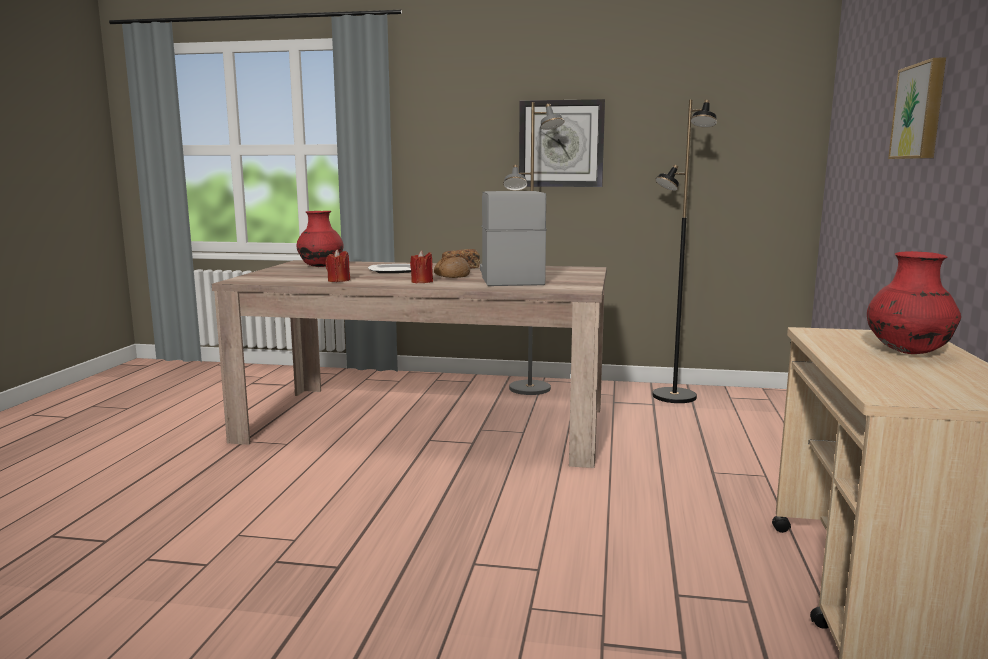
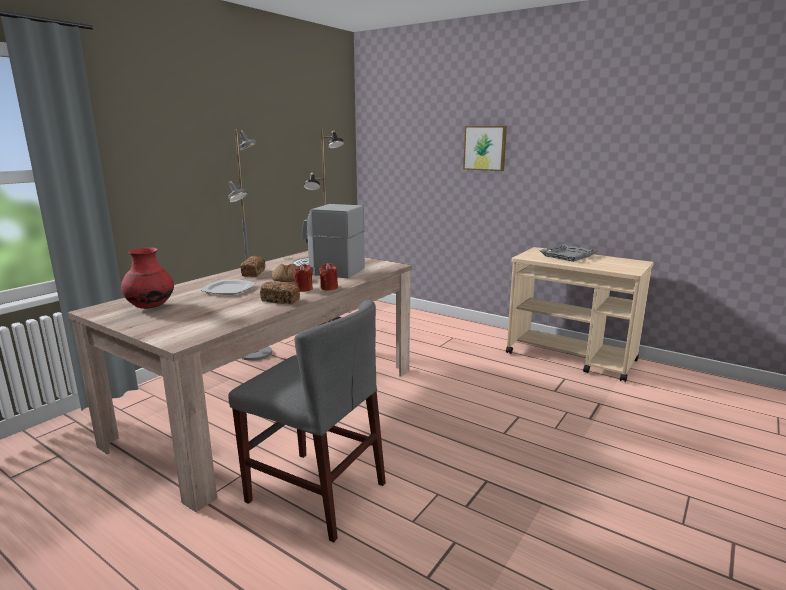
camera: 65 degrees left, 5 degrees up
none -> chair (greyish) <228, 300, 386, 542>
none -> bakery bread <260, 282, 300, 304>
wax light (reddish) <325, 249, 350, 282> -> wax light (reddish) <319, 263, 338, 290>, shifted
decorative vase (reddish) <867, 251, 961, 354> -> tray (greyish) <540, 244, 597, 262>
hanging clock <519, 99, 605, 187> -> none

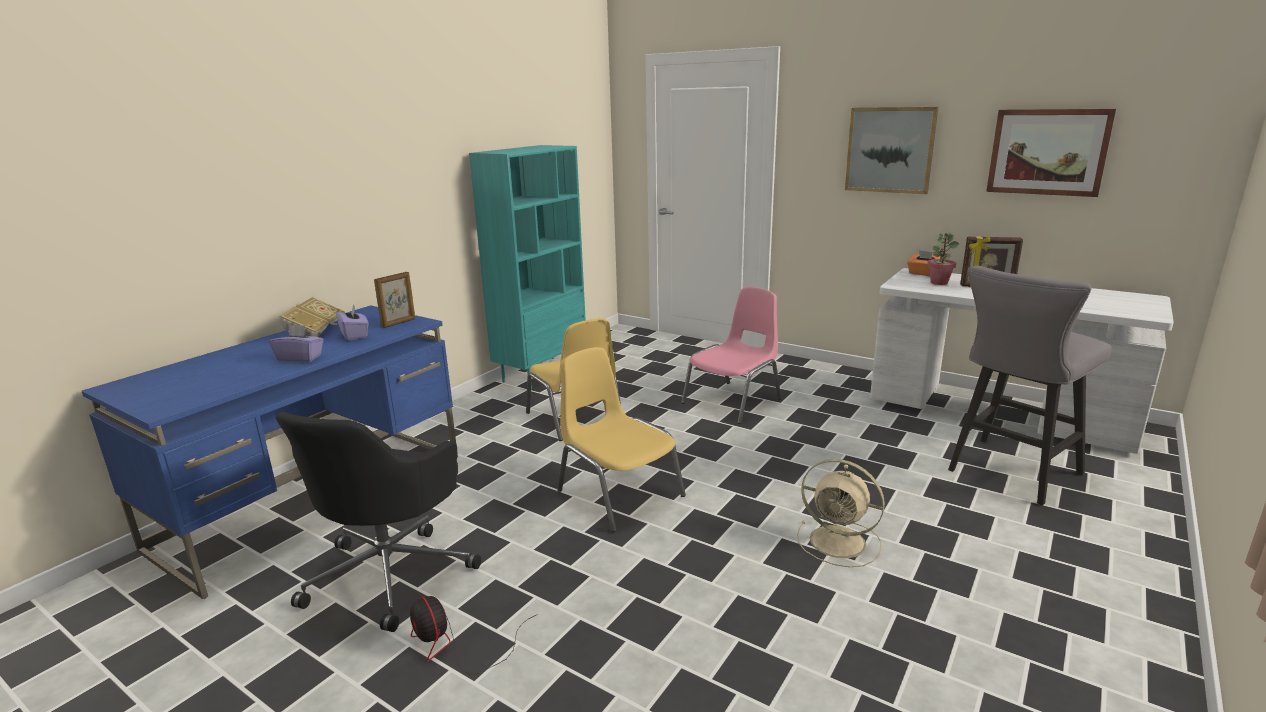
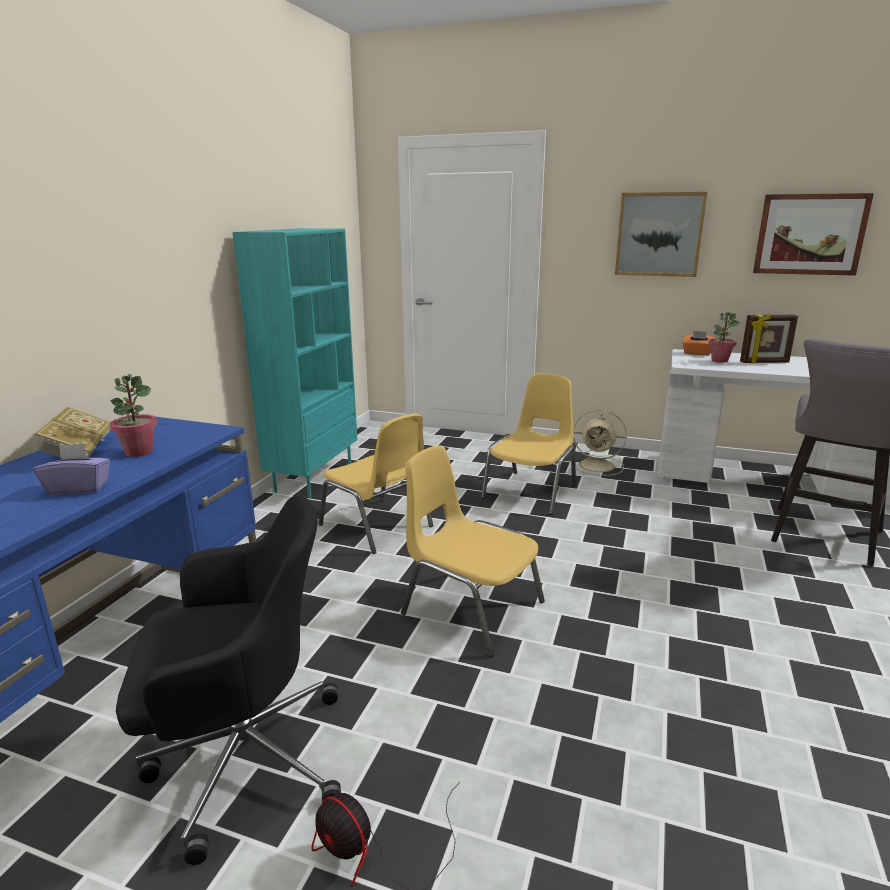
camera: 15 degrees left, 0 degrees up
box of tissues (purple-coloured) <336, 304, 369, 341> -> houseplant <110, 374, 157, 457>
desk chair (black) <275, 412, 481, 632> -> desk chair (black) <116, 495, 341, 865>, 105 degrees counterclockwise
chair (pink) <681, 287, 781, 424> -> chair (yellowish) <481, 373, 576, 515>
electric fan (beige-coloured) <797, 459, 885, 567> -> electric fan (beige-coloured) <573, 409, 627, 476>, shifted
picture frame <374, 272, 415, 328> -> none

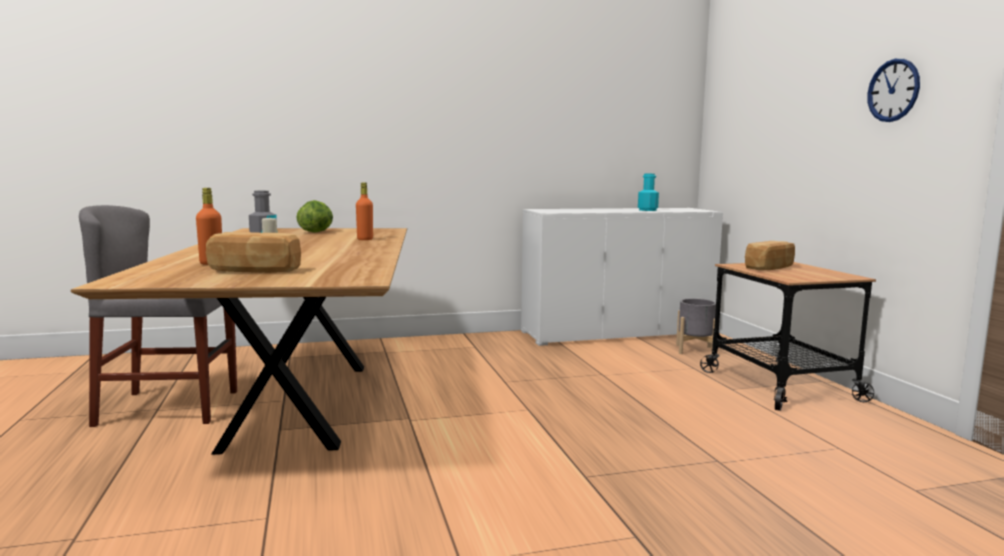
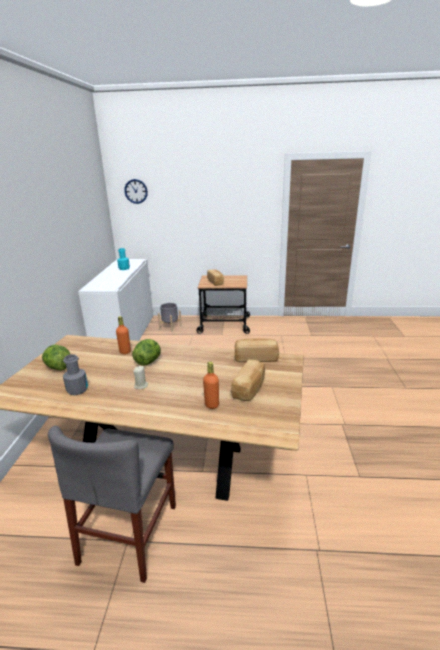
camera: 70 degrees left, 15 degrees up
hanging clock <867, 59, 920, 122> -> hanging clock <124, 179, 148, 204>, shifted
none -> head of lettuce <132, 339, 161, 366>
none -> bakery bread <235, 338, 279, 362>

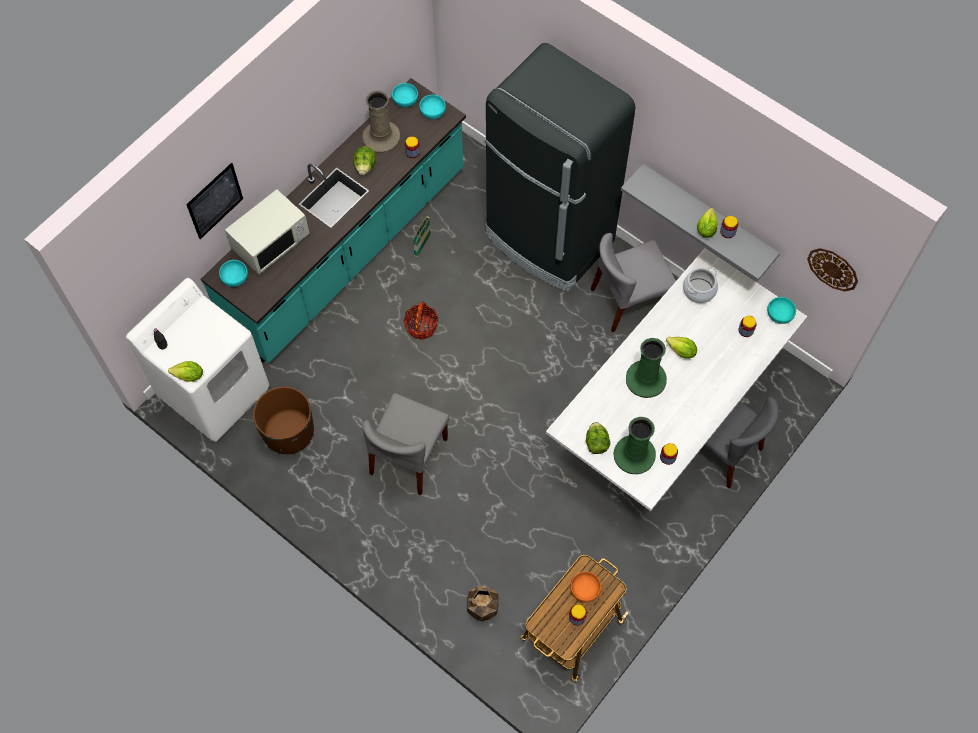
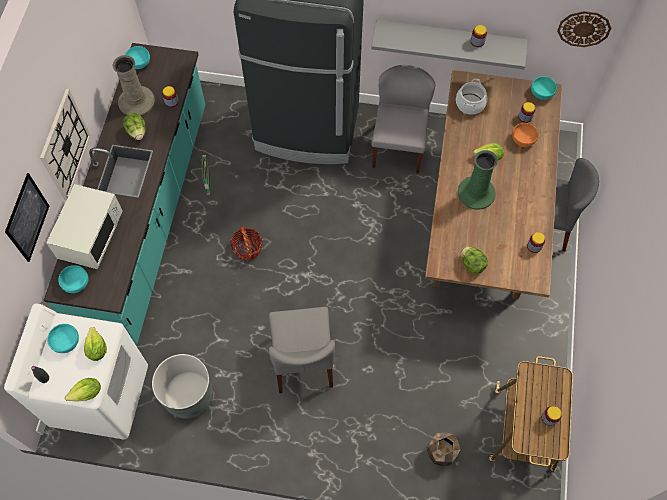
camera: 30 degrees left, 0 degrees up
none -> hanging clock <40, 89, 91, 200>
bowl (turquoise-coloured) <419, 95, 446, 119> -> bowl (turquoise-coloured) <47, 324, 79, 353>, shifted
head of lettuce <697, 208, 718, 238> -> head of lettuce <84, 327, 107, 361>, shifted
planter (brownish) <253, 387, 314, 454> -> planter (greyish) <152, 354, 213, 418>
chair (greyish) <591, 233, 676, 332> -> chair (greyish) <372, 65, 436, 173>, 150 degrees clockwise
dinner table (white) <546, 248, 807, 511> -> dinner table (brownish) <425, 70, 562, 299>
bowl (orange-coloured) <570, 571, 601, 602> -> bowl (orange-coloured) <512, 123, 538, 147>, shifted
decorative vase (green) <613, 417, 656, 474> -> none

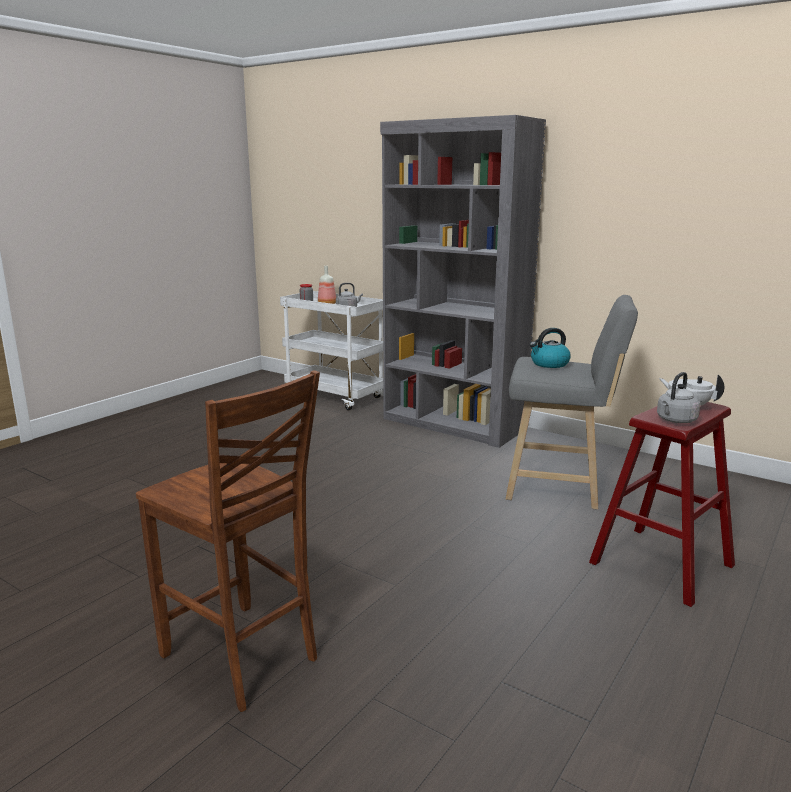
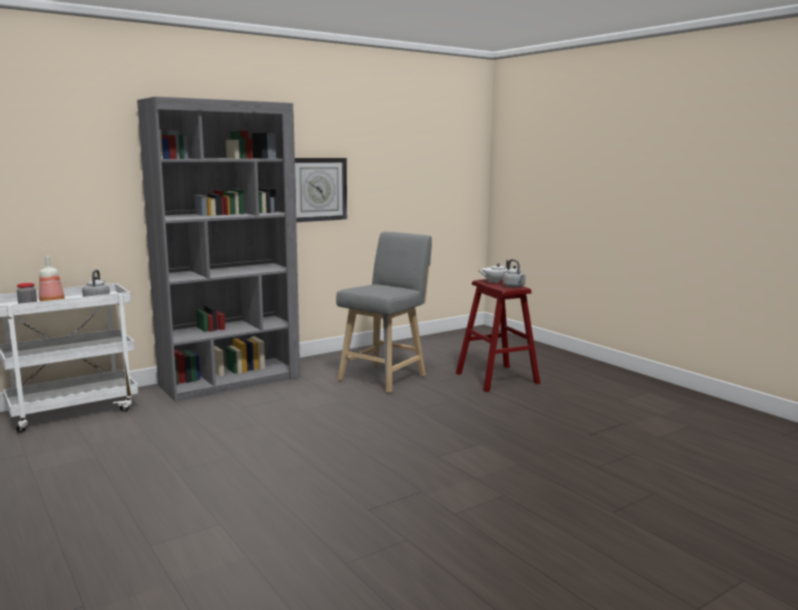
camera: 70 degrees left, 5 degrees down
none -> hanging clock <295, 158, 347, 222>
chair (brownish) <136, 370, 320, 712> -> none
water kettle <530, 328, 571, 368> -> none

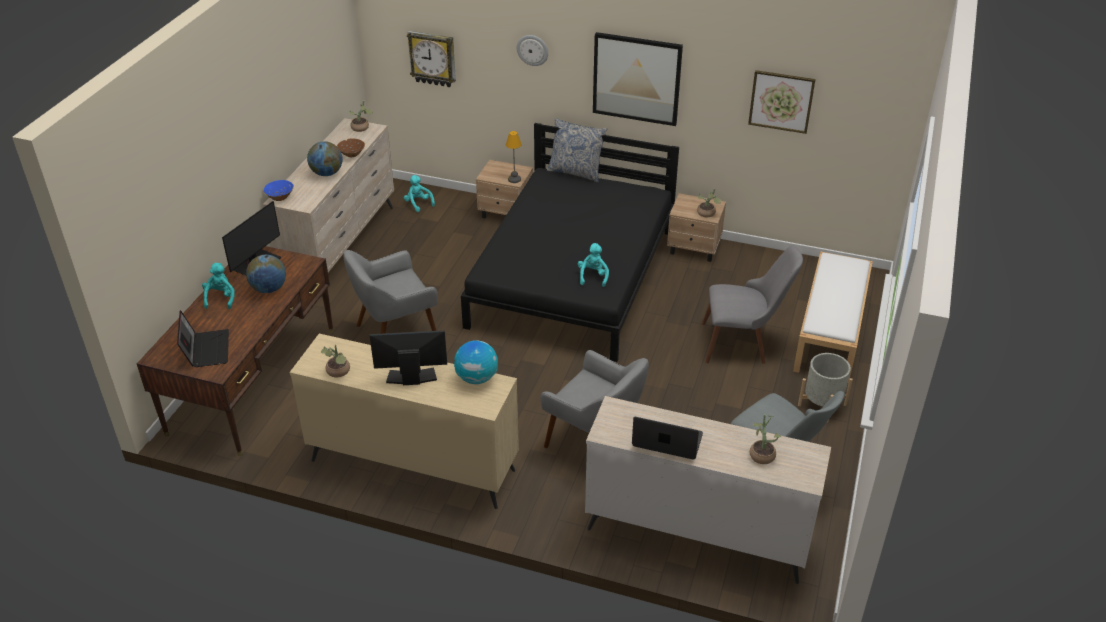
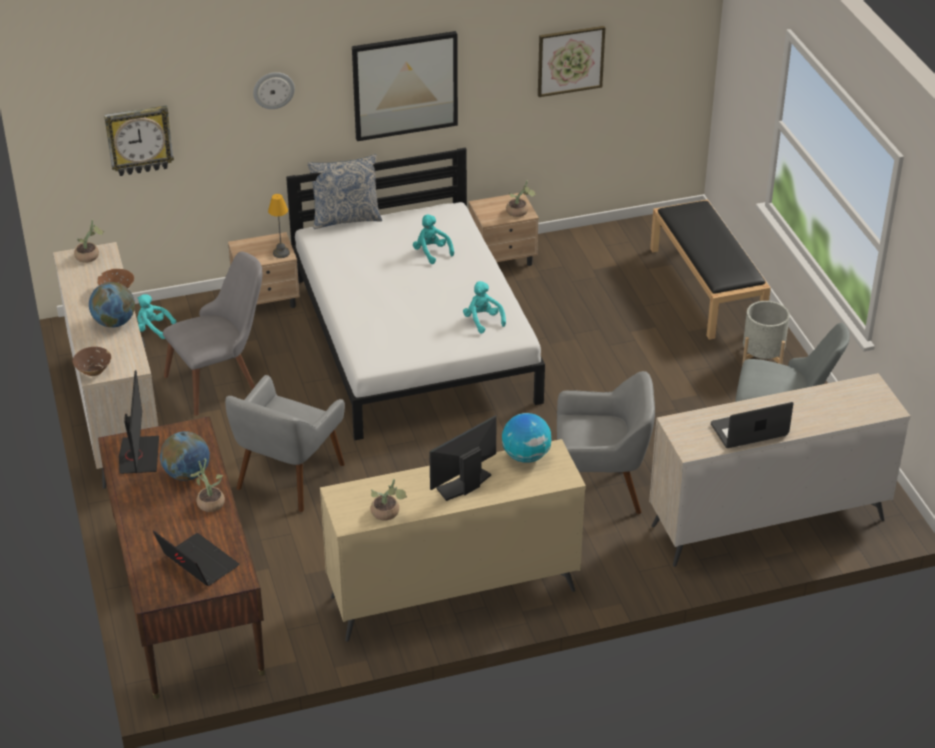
camera: 35 degrees left, 0 degrees up
bowl (bluish) <264, 180, 294, 201> -> bowl (brownish) <72, 347, 111, 376>
chair (greyish) <702, 246, 803, 364> -> chair (greyish) <163, 252, 262, 416>, shifted
houseplant <750, 414, 781, 464> -> houseplant <190, 458, 225, 512>, shifted
bed (black) <461, 123, 679, 362> -> bed (white) <286, 148, 545, 440>
plush toy (turquoise-coloured) <202, 263, 235, 309> -> plush toy (turquoise-coloured) <413, 214, 454, 264>, shifted
long seat (white) <793, 251, 873, 383> -> long seat (black) <650, 199, 771, 340>

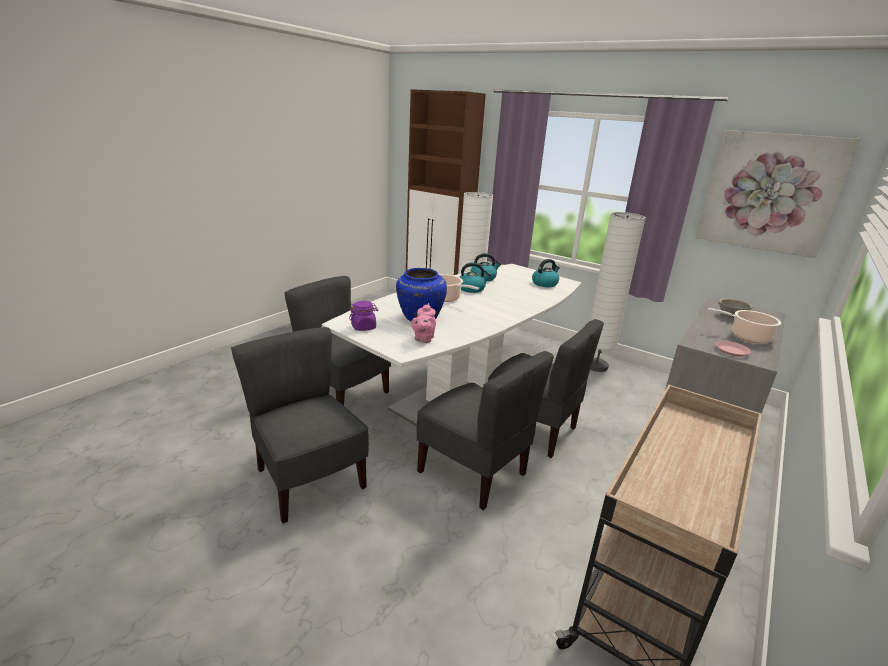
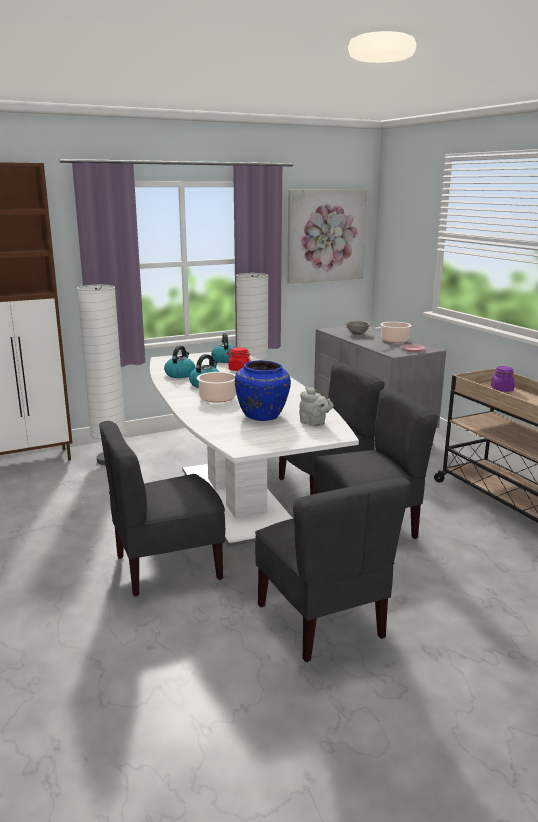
camera: 60 degrees left, 5 degrees down
none -> jar (reddish) <227, 347, 251, 371>
chair (greyish) <231, 327, 369, 523> -> chair (greyish) <255, 478, 411, 662>, 105 degrees counterclockwise
pot for tea (pink) <411, 303, 436, 343> -> pot for tea (greyish) <299, 387, 334, 426>
jar (purple-coloured) <349, 301, 378, 331> -> jar (purple-coloured) <491, 366, 515, 392>, shifted

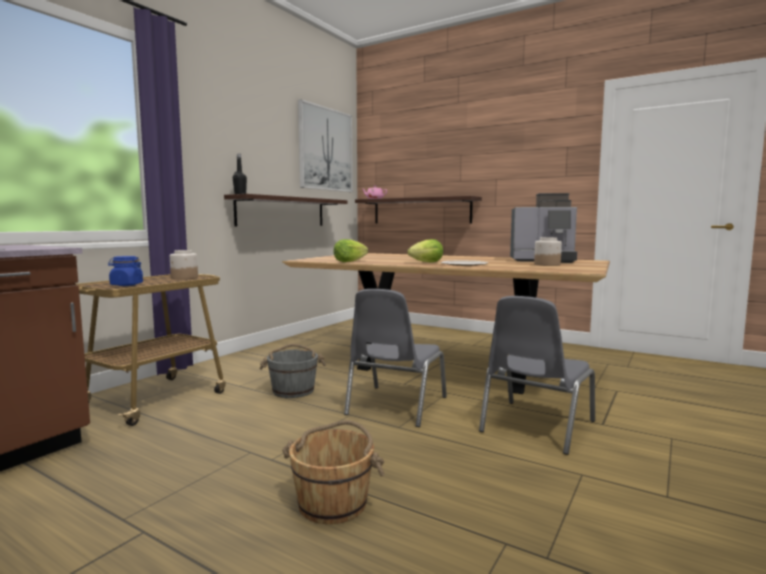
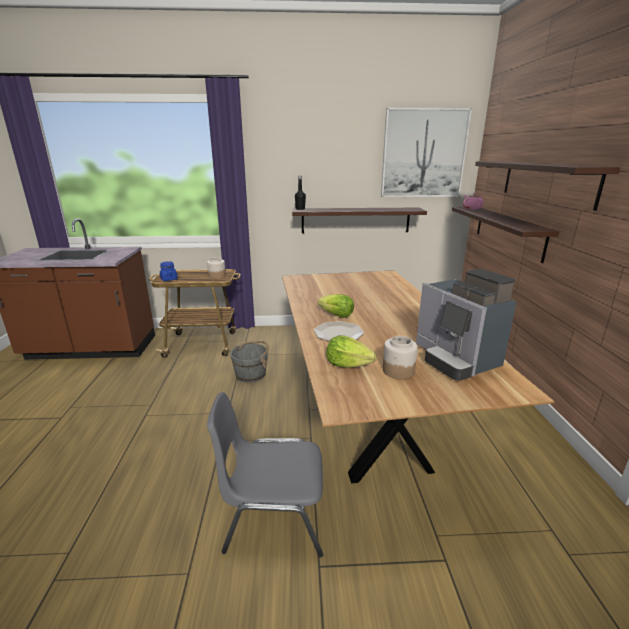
camera: 55 degrees right, 15 degrees up
head of lettuce <333, 239, 368, 262> -> head of lettuce <326, 335, 376, 368>, shifted
none -> wall shelf <475, 161, 621, 211>
bucket (brownish) <282, 420, 385, 524> -> none
chair (greyish) <344, 289, 447, 427> -> none

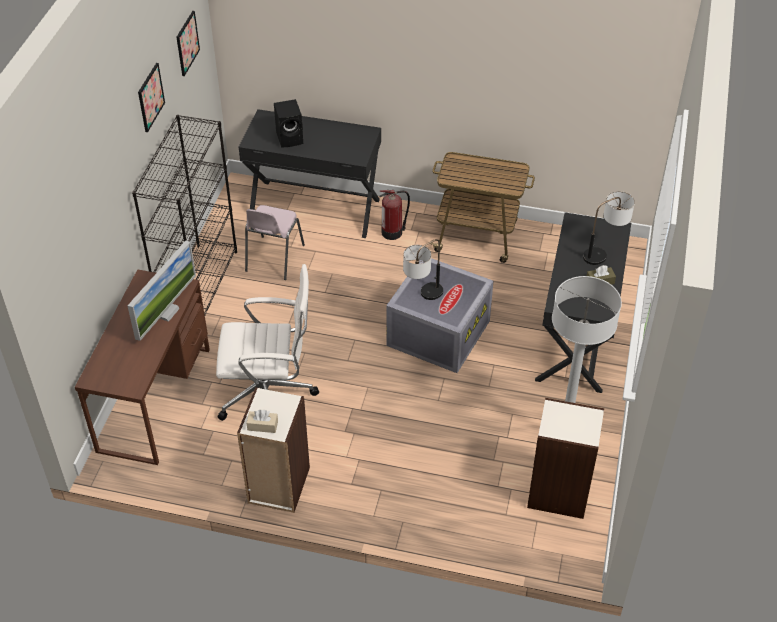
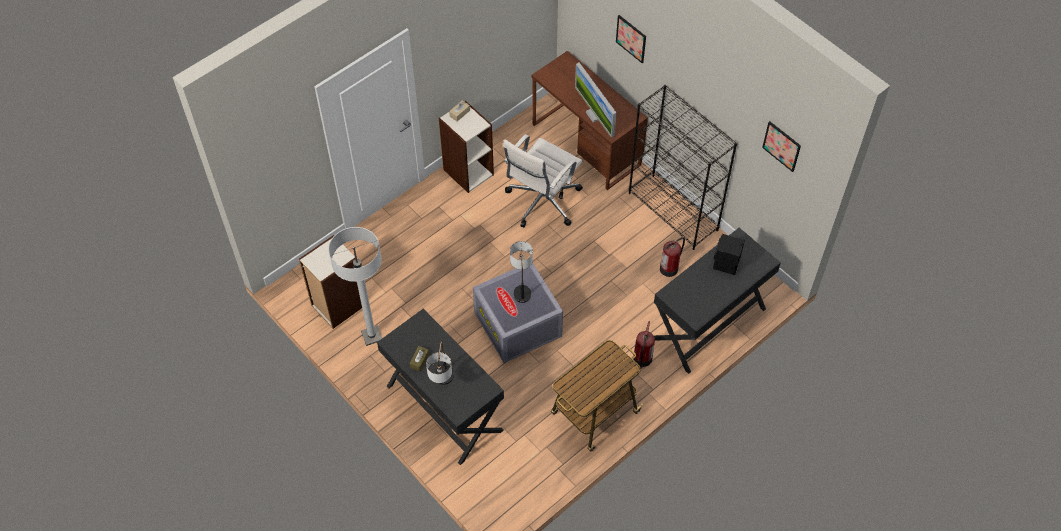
camera: 125 degrees right, 10 degrees up
wall picture <138, 63, 165, 132> -> wall picture <616, 15, 646, 63>, shifted
chair (pink) <245, 205, 305, 280> -> extinguisher <660, 237, 685, 277>

